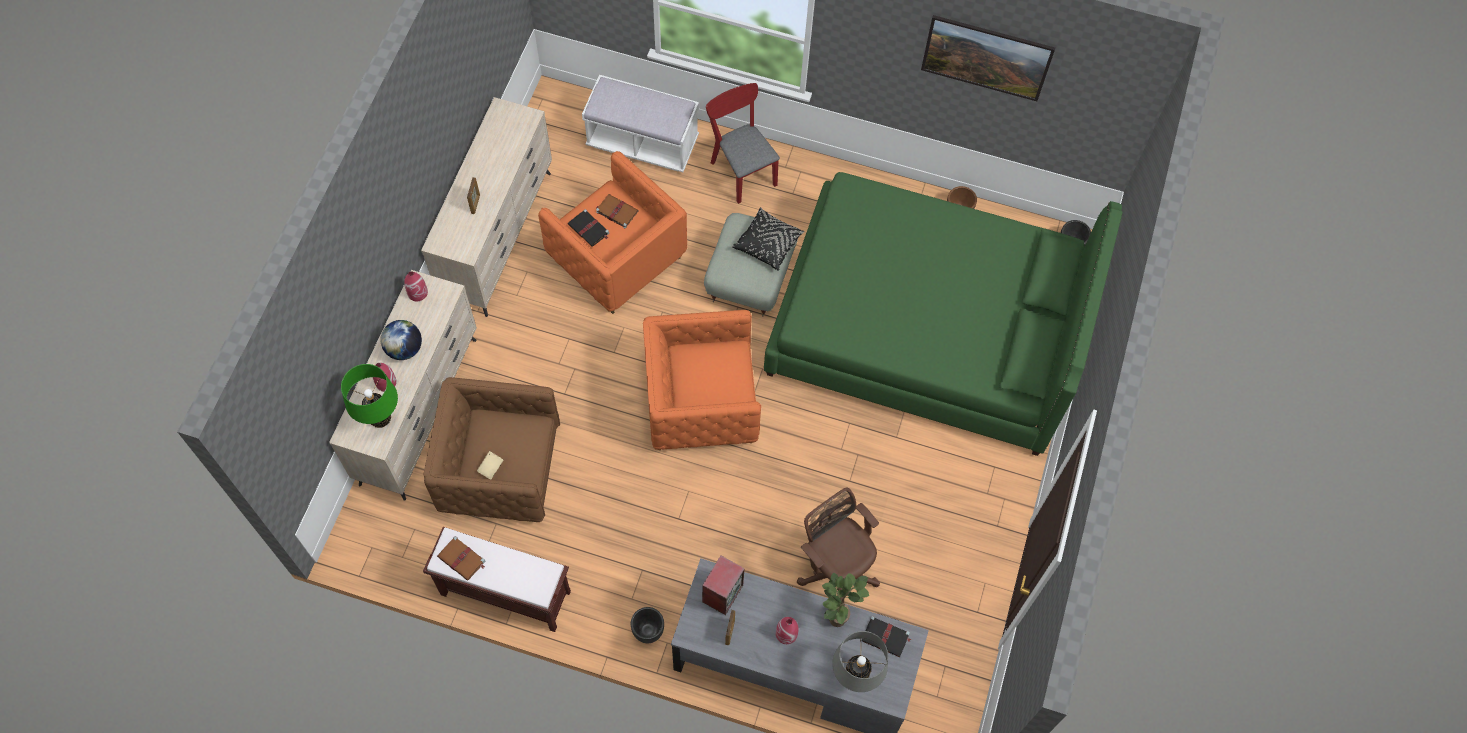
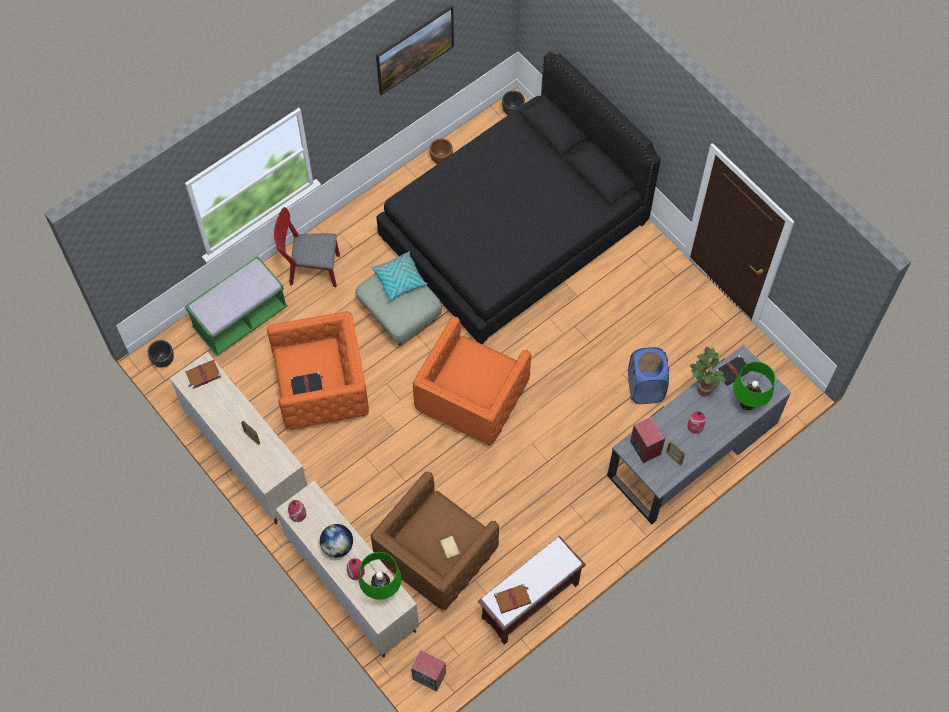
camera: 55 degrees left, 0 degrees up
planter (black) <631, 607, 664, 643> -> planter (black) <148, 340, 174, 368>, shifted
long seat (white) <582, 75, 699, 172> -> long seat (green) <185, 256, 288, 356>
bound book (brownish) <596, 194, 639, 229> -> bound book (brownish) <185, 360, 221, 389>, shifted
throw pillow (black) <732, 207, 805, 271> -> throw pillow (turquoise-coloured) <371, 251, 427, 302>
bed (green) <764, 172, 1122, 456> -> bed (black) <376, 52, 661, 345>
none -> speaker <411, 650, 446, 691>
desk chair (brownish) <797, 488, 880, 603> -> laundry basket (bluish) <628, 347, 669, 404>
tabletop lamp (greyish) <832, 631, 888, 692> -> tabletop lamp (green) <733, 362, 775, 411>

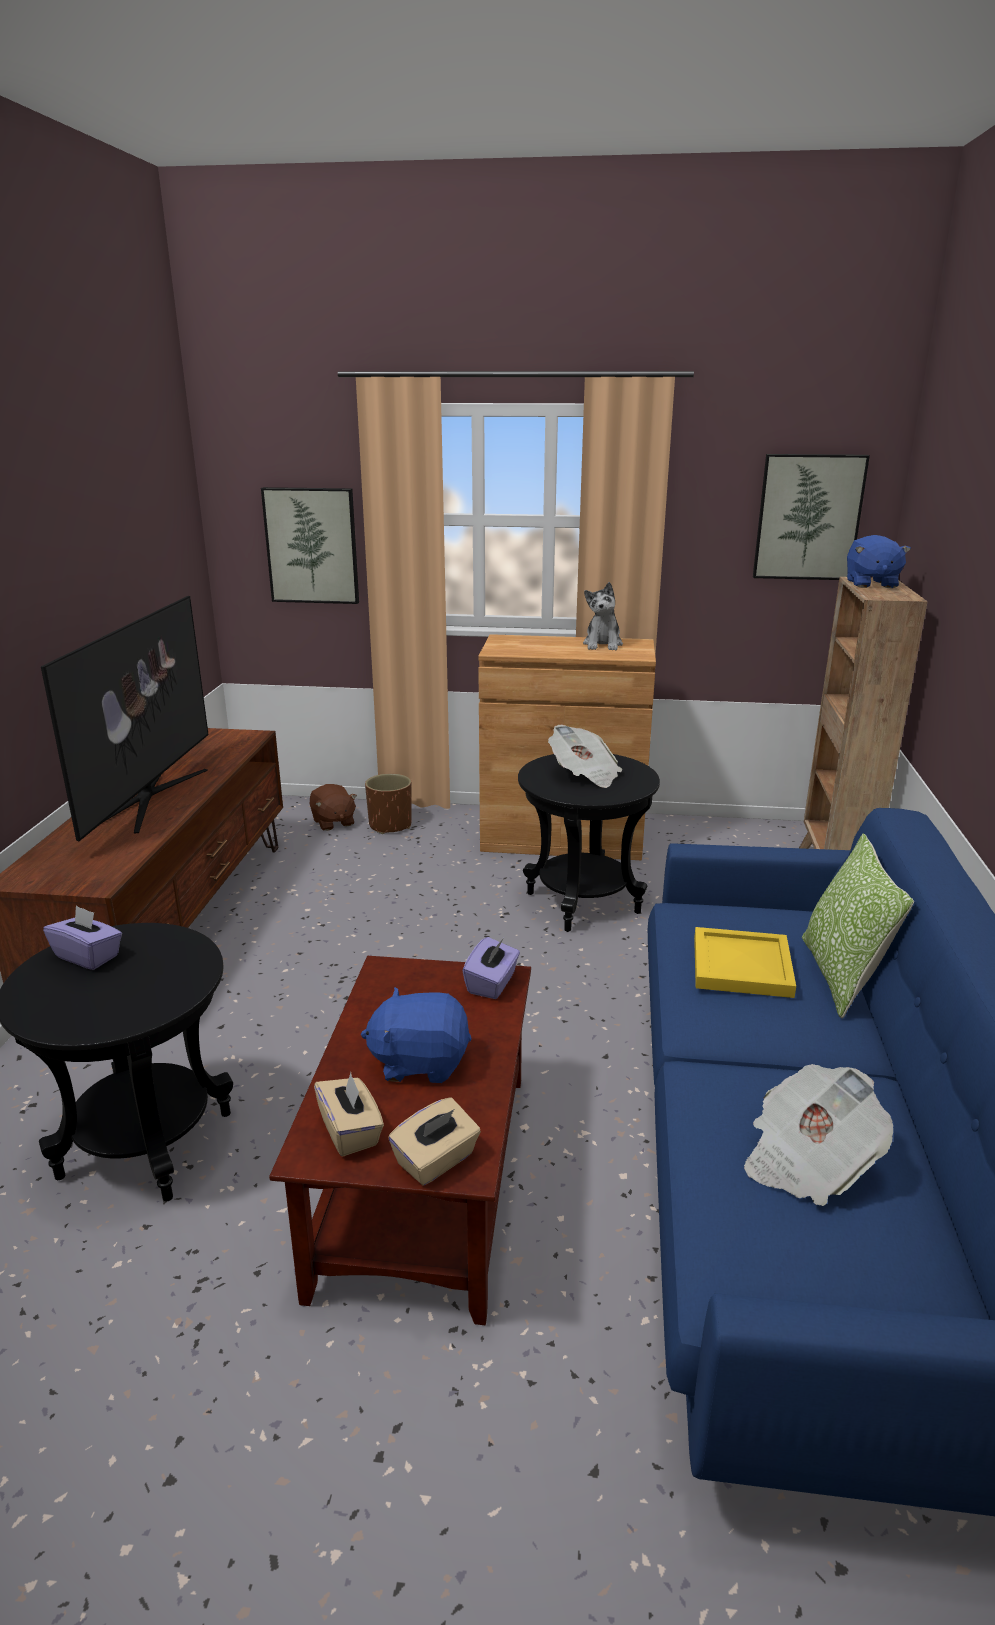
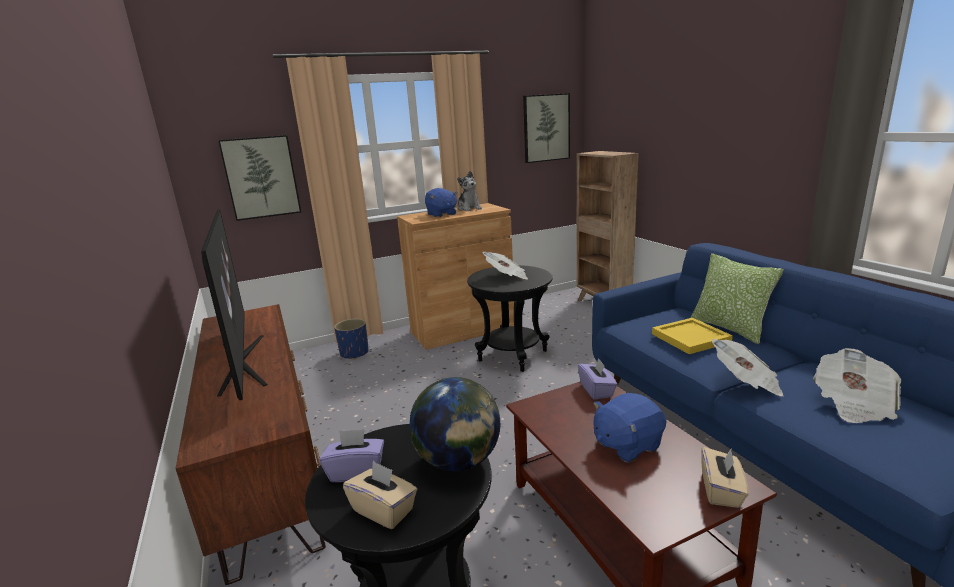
camera: 30 degrees left, 5 degrees down
planter (brownish) <365, 774, 412, 834> -> planter (bluish) <334, 319, 369, 359>
box of tissues (beige-coloured) <314, 1072, 384, 1157> -> box of tissues (beige-coloured) <343, 461, 417, 529>, shifted
none -> world globe <410, 377, 500, 471>
plush toy (bluish) <847, 535, 911, 588> -> plush toy (bluish) <425, 188, 458, 217>, shifted
none -> newspaper <712, 339, 784, 396>
plush toy (brownish) <309, 784, 357, 831> -> none

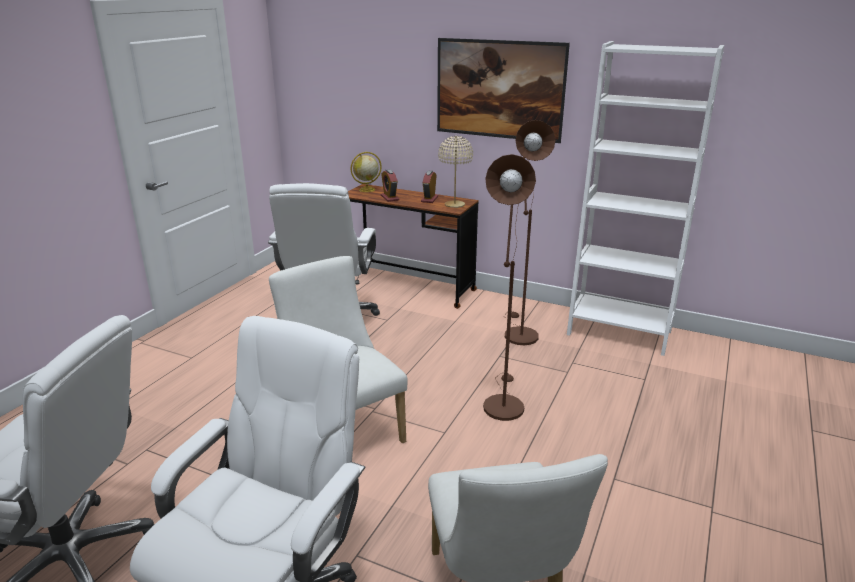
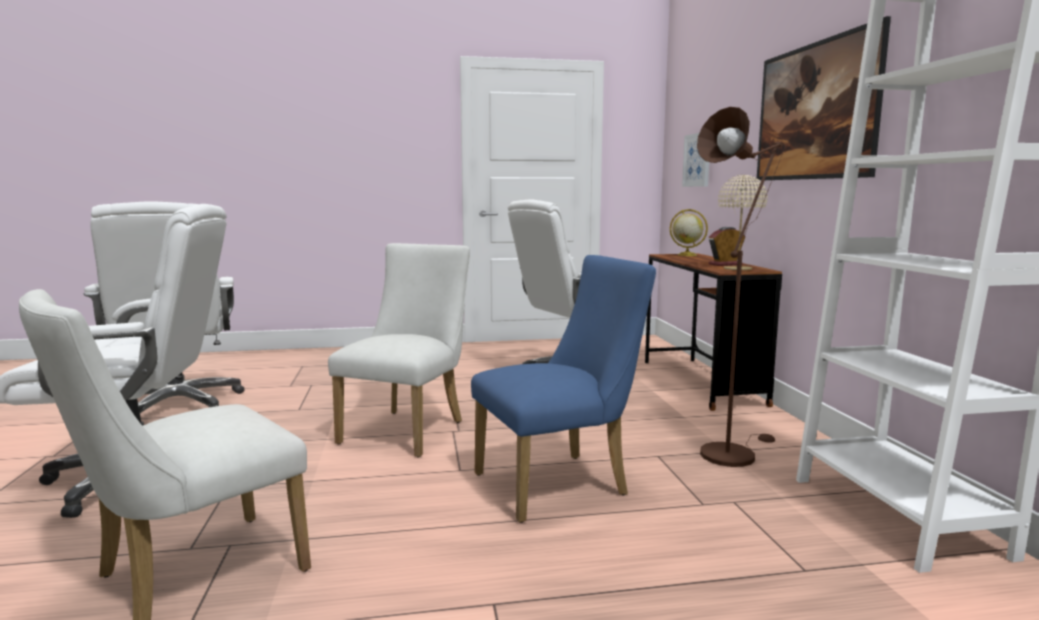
camera: 55 degrees right, 15 degrees down
standing lamp (brownish) <483, 154, 536, 421> -> chair (bluish) <471, 255, 656, 523>
none -> wall picture <682, 133, 709, 187>
table clock <381, 169, 399, 202> -> none

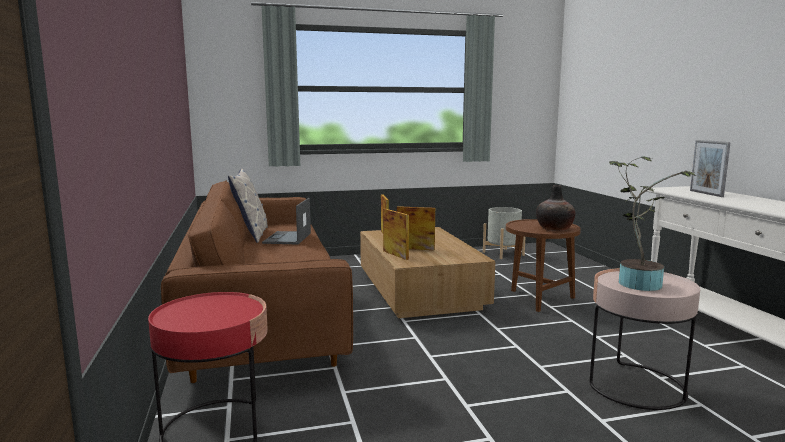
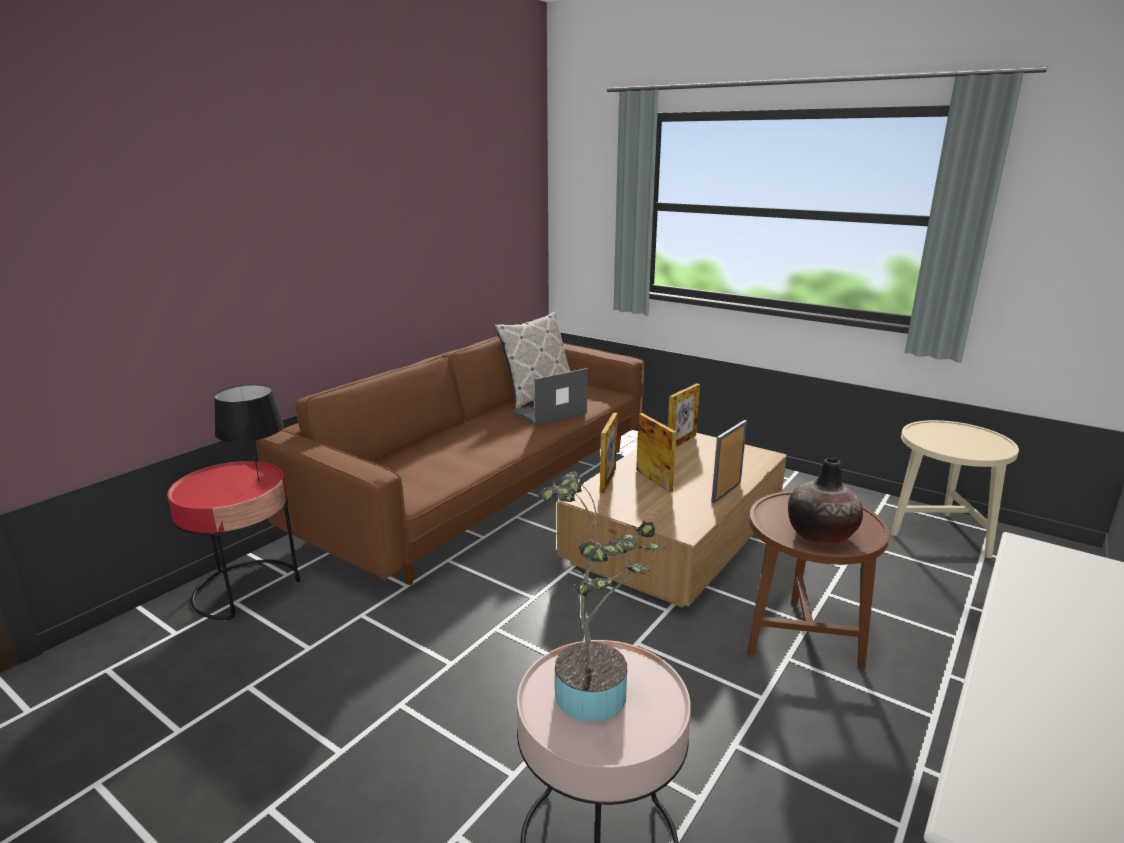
camera: 50 degrees right, 10 degrees up
none -> tabletop lamp (black) <214, 384, 284, 482>
picture frame <690, 140, 731, 197> -> picture frame <711, 420, 747, 503>, shifted
planter (greyish) <483, 207, 526, 259> -> end table (beige-coloured) <891, 420, 1019, 558>

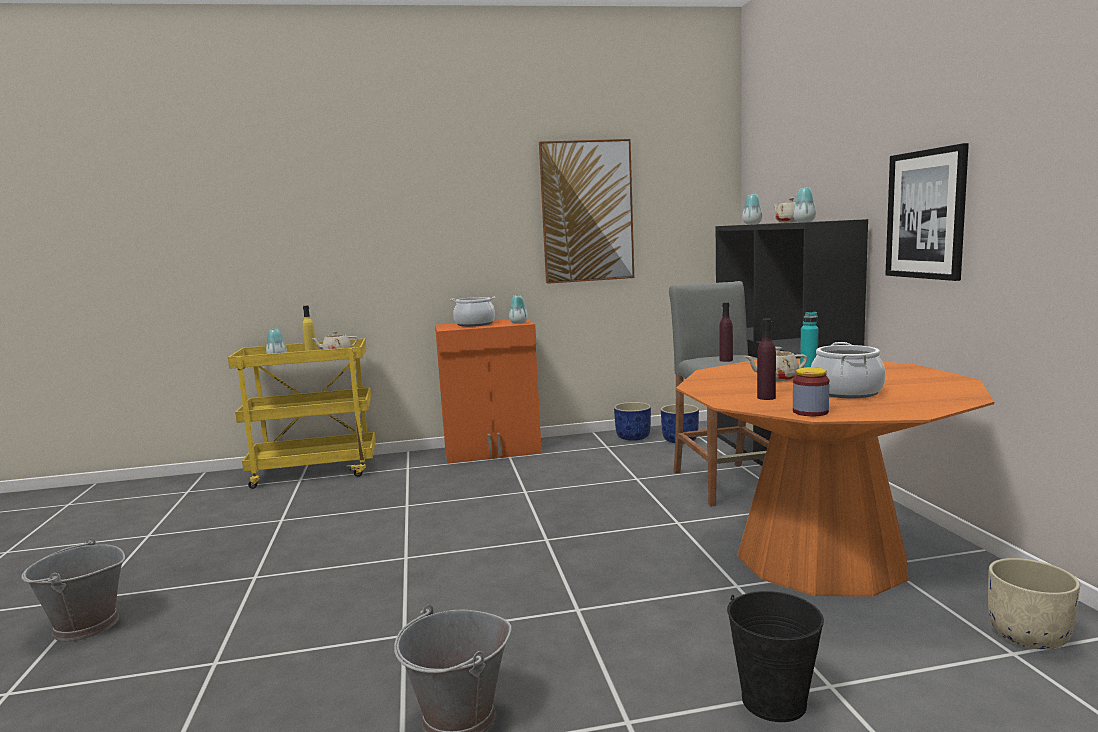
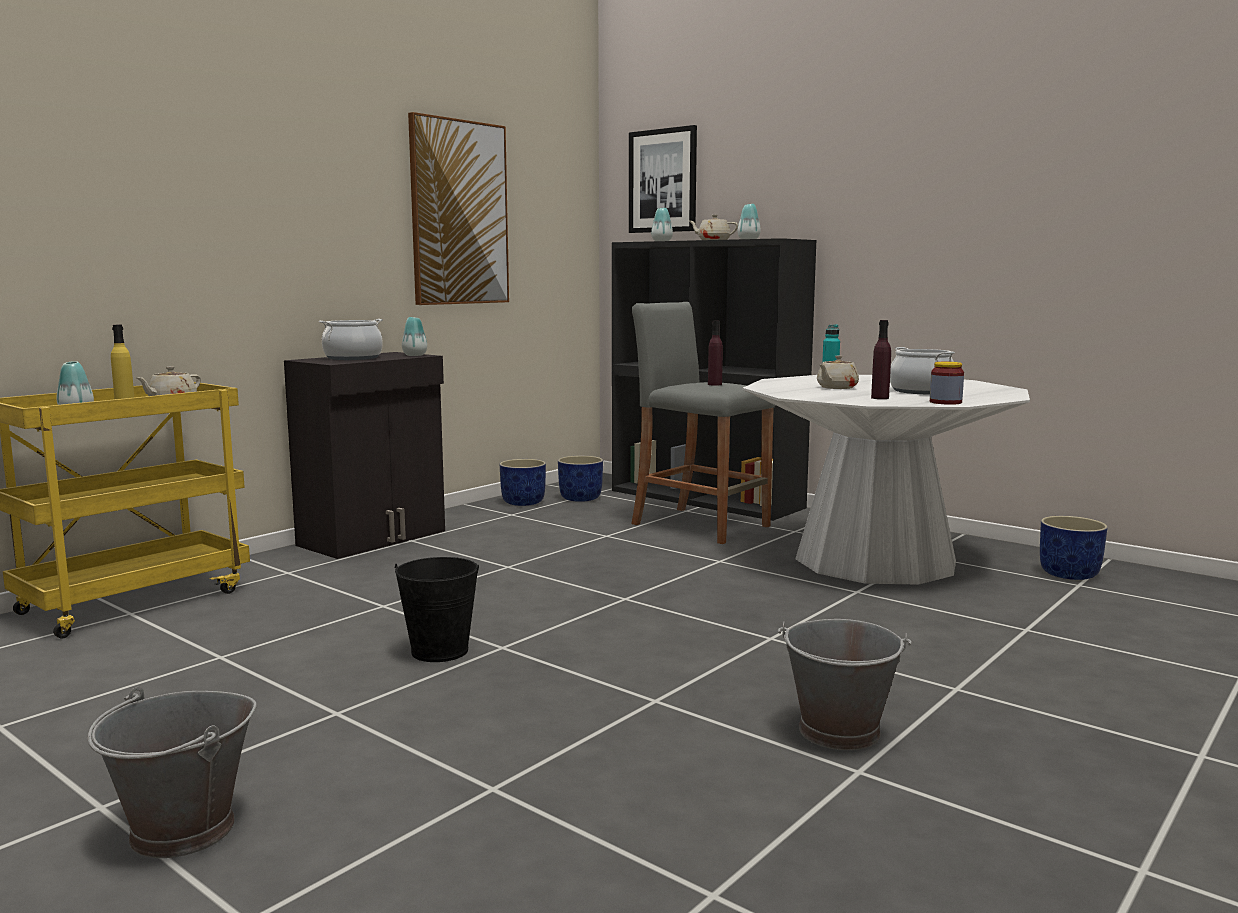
camera: 40 degrees left, 0 degrees up
storage cabinet (orange-coloured) <435, 319, 542, 463> -> storage cabinet (black) <284, 352, 445, 559>
bucket (black) <727, 591, 824, 722> -> bucket (black) <394, 557, 479, 662>, shifted
wall picture <885, 143, 969, 281> -> wall picture <629, 125, 697, 233>, shifted
dinner table (orange-coloured) <676, 359, 994, 597> -> dinner table (white) <743, 375, 1030, 584>
planter (beige-coloured) <988, 558, 1080, 650> -> planter (bluish) <1040, 516, 1108, 580>

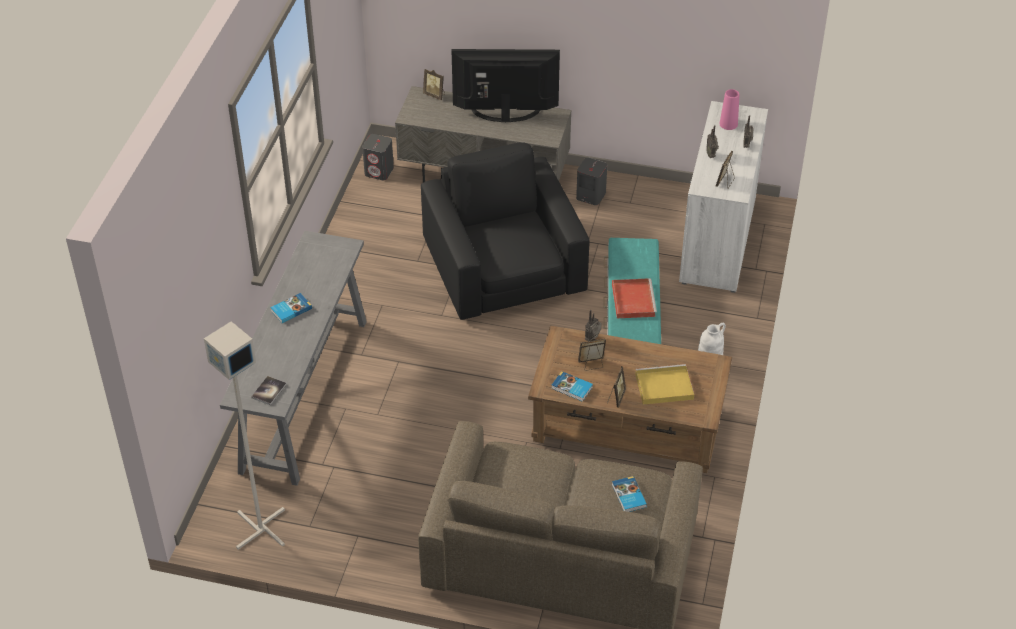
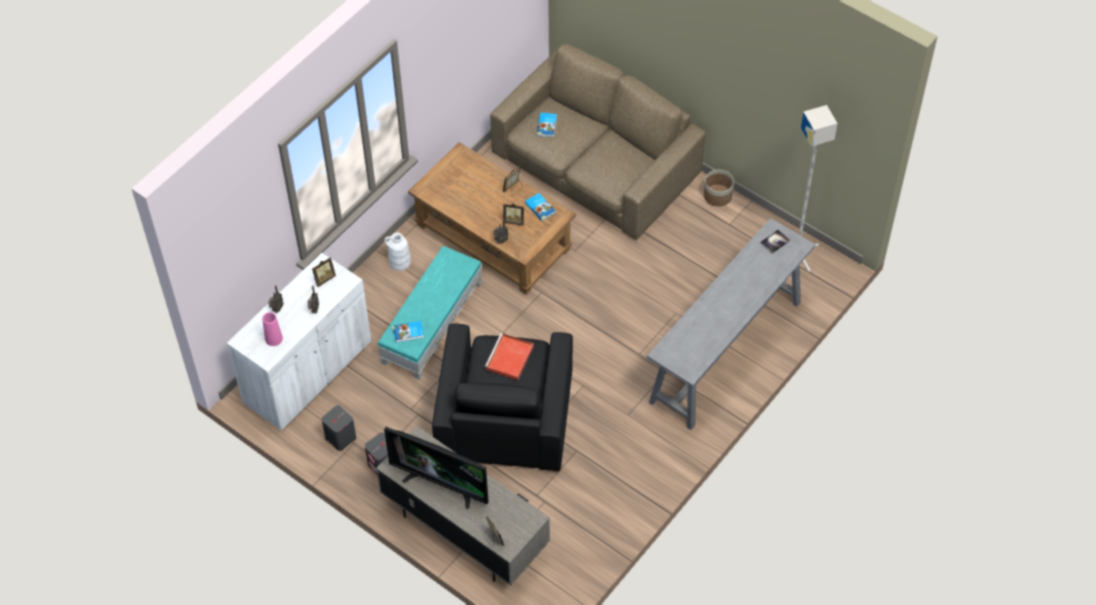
camera: 155 degrees left, 10 degrees up
speaker (greyish) <362, 134, 394, 180> -> speaker (greyish) <322, 405, 356, 451>, shifted
bound book <270, 293, 312, 323> -> bound book <392, 321, 424, 343>, shifted
tray (reddish) <612, 278, 657, 318> -> tray (reddish) <485, 333, 534, 380>, shifted
none -> planter <704, 170, 734, 207>
tray (yellowish) <635, 364, 694, 405> -> none

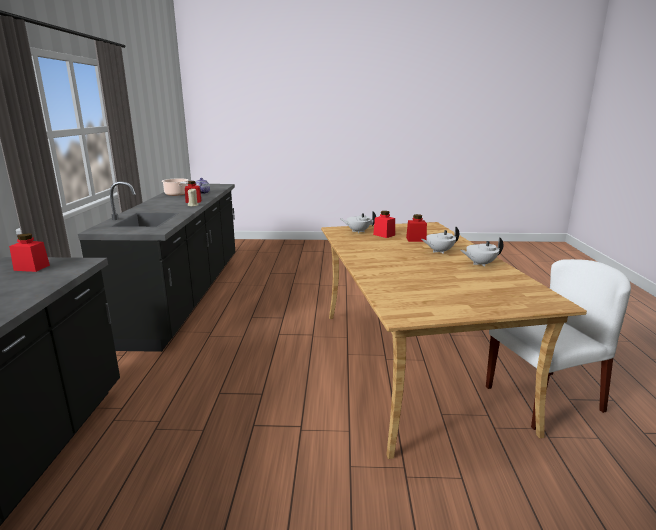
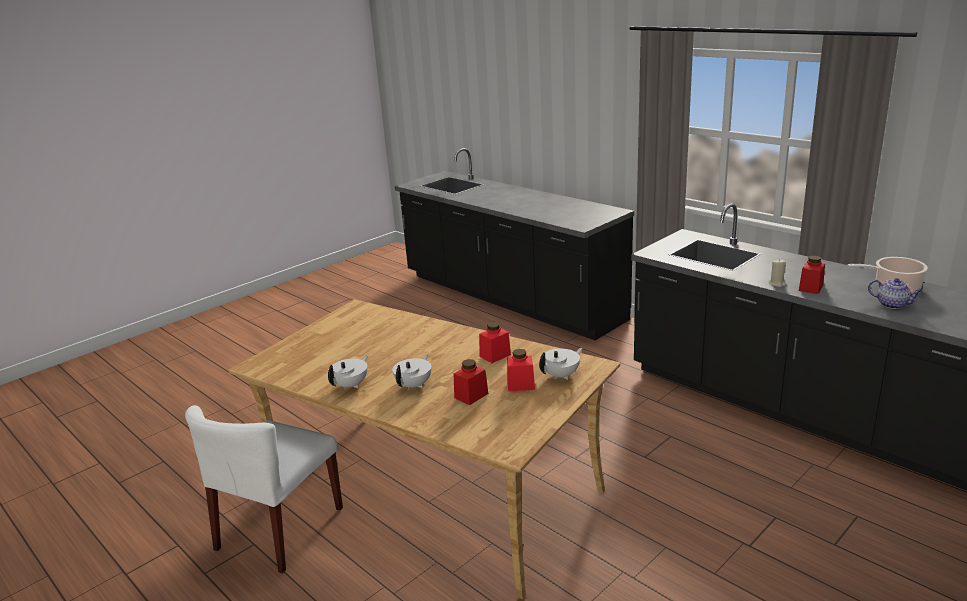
camera: 135 degrees right, 5 degrees up
jar (reddish) <9, 233, 50, 272> -> jar (reddish) <479, 322, 511, 363>, shifted

